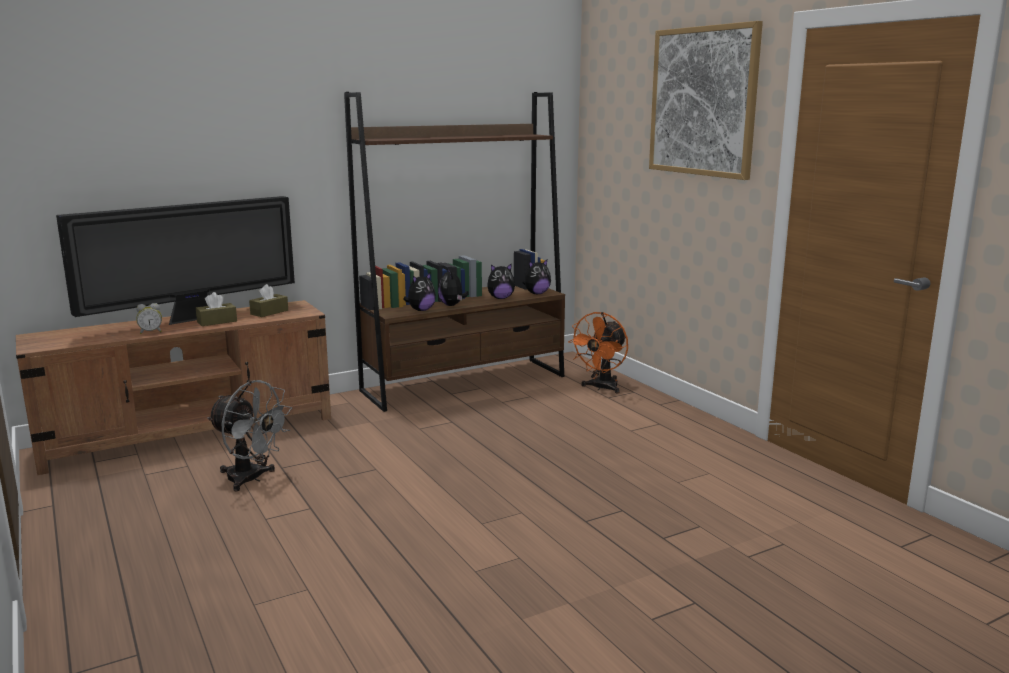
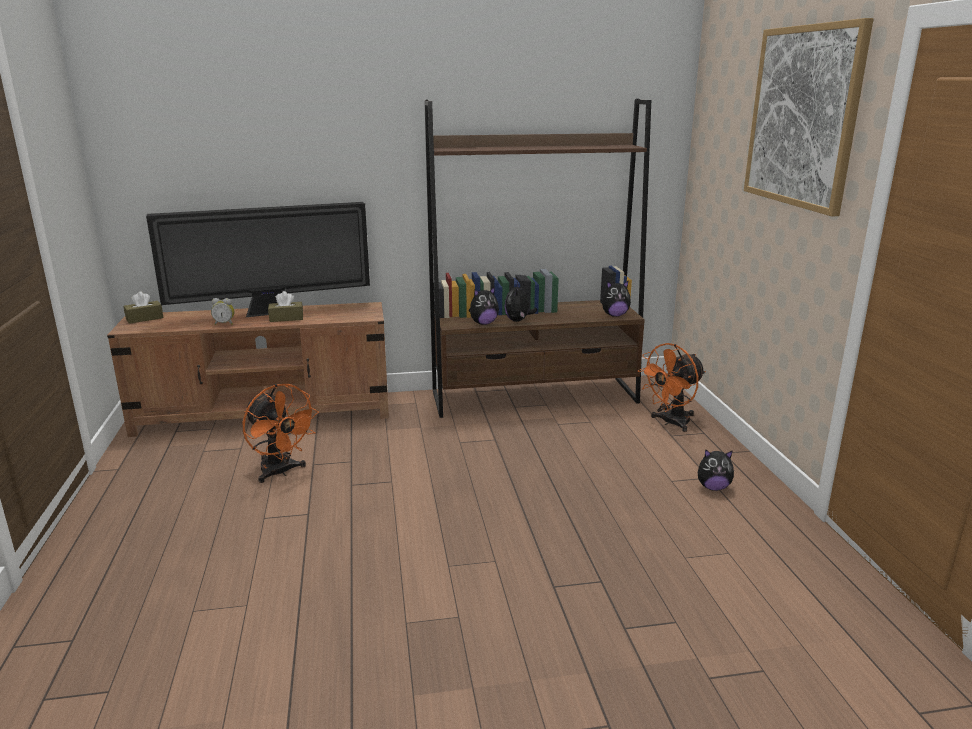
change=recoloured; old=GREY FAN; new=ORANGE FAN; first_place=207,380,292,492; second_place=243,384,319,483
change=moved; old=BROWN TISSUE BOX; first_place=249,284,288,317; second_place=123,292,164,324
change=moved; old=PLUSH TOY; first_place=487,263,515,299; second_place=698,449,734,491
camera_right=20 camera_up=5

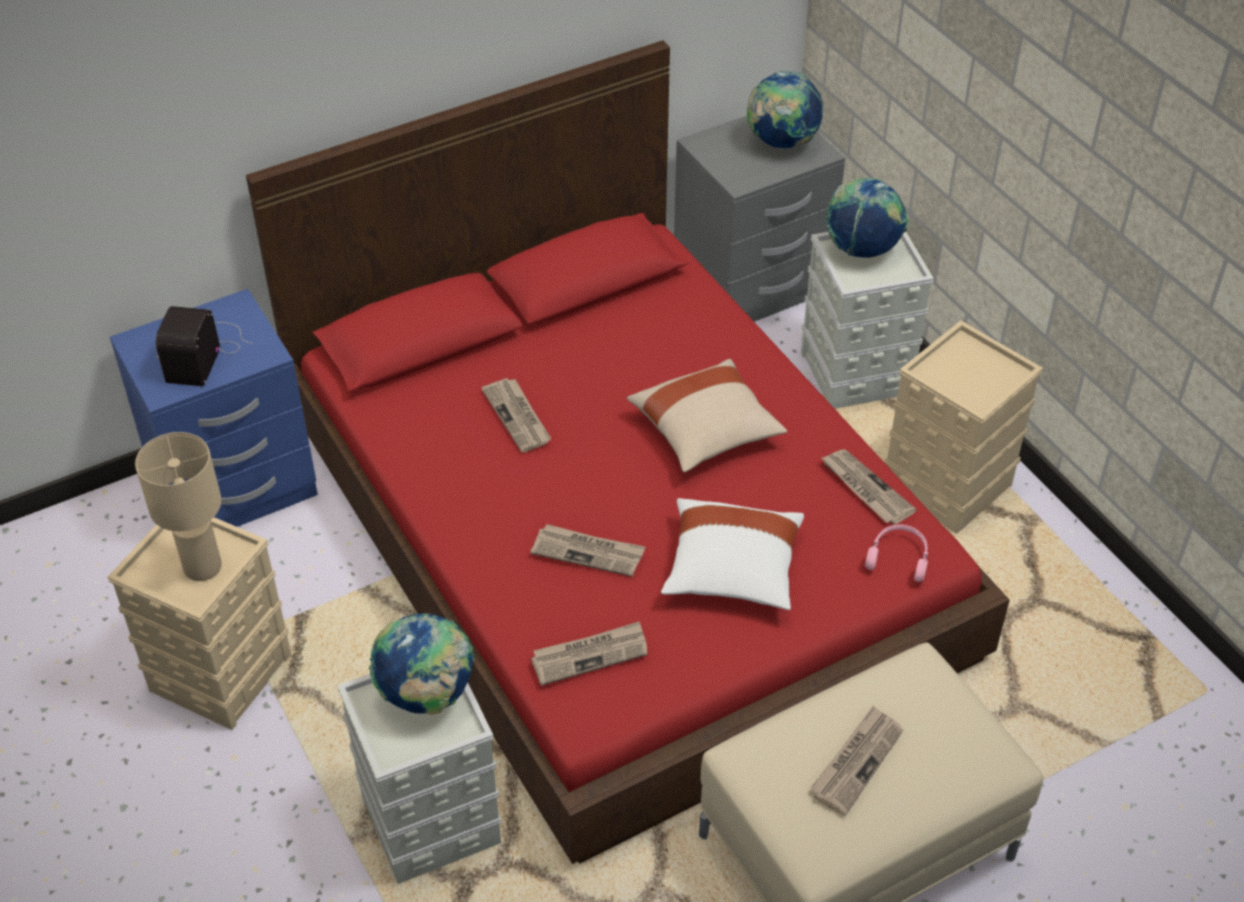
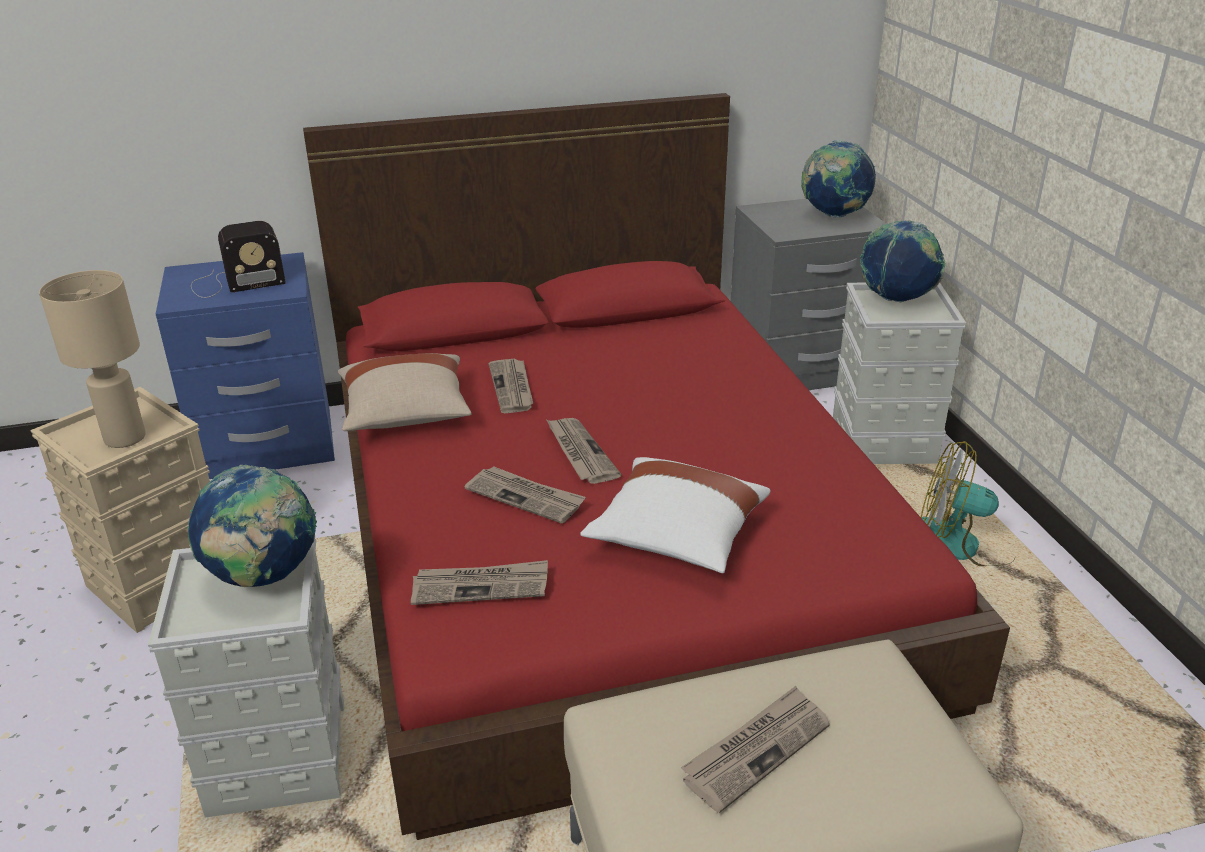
change=turned; old=RADIO; first_place=156,306,254,387; second_place=191,221,286,298; degrees=-135
change=moved; old=BEIGE PILLOW; first_place=627,359,787,472; second_place=338,353,472,431
change=moved; old=NEWSPAPER; first_place=822,449,917,525; second_place=547,418,621,484
change=removed; old=PINK HEADPHONES; first_place=865,525,928,582
change=replaced; old=BEIGE STORAGE BOX; new=FAN; first_place=885,321,1043,534; second_place=921,441,1012,566
camera_right=15 camera_up=-15

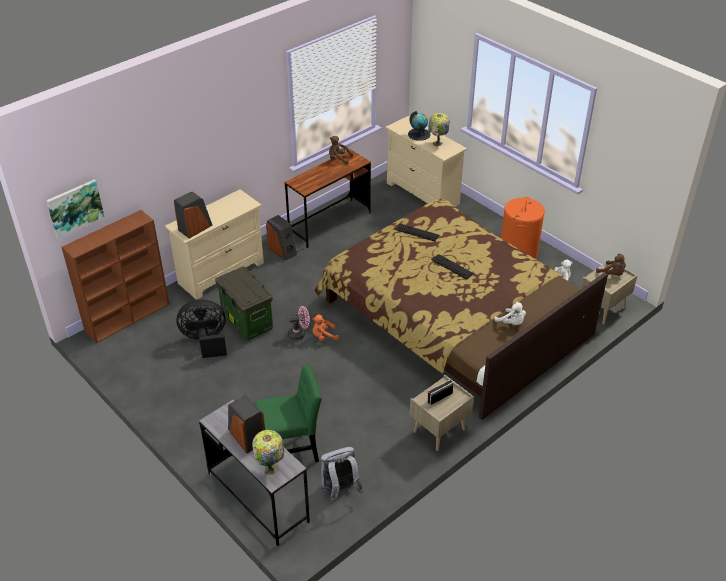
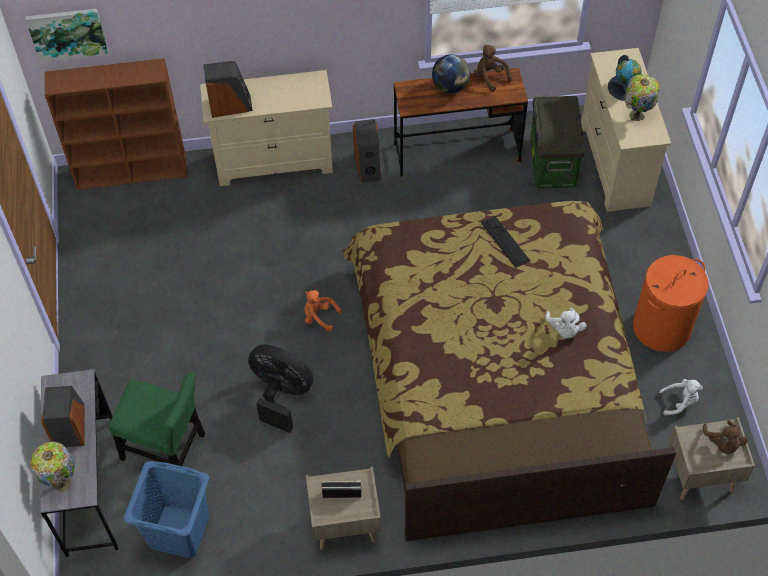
change=moved; old=BLACK FAN; first_place=176,300,227,358; second_place=248,345,313,433
change=moved; old=STORAGE BOX; first_place=215,267,273,340; second_place=530,96,585,188
change=removed; old=PINK FAN; first_place=288,306,310,340
change=replaced; old=GREY BACKPACK; new=BLUE LAUNDRY BASKET; first_place=321,447,363,502; second_place=124,461,209,558
change=removed; old=KEYBOARD; first_place=431,254,474,280
change=moved; old=WHITE PLUSH TOY; first_place=494,302,526,325; second_place=545,308,587,339
change=added; new=GLOBE; second_place=432,54,470,93
camera_right=35 camera_up=15

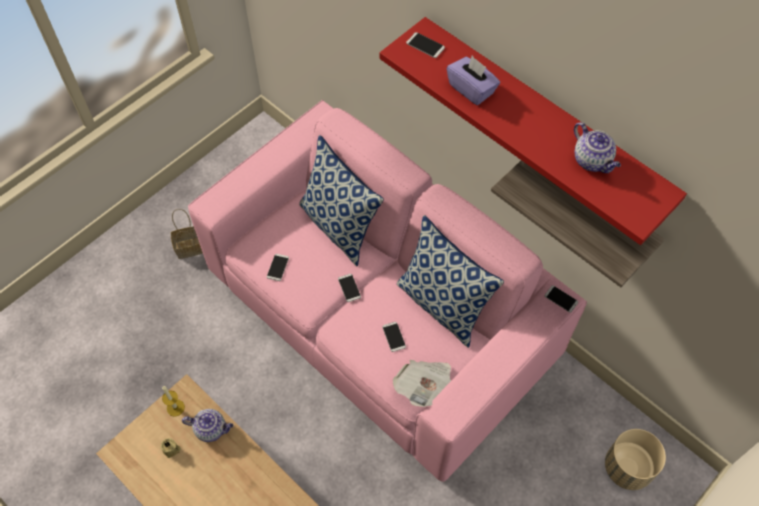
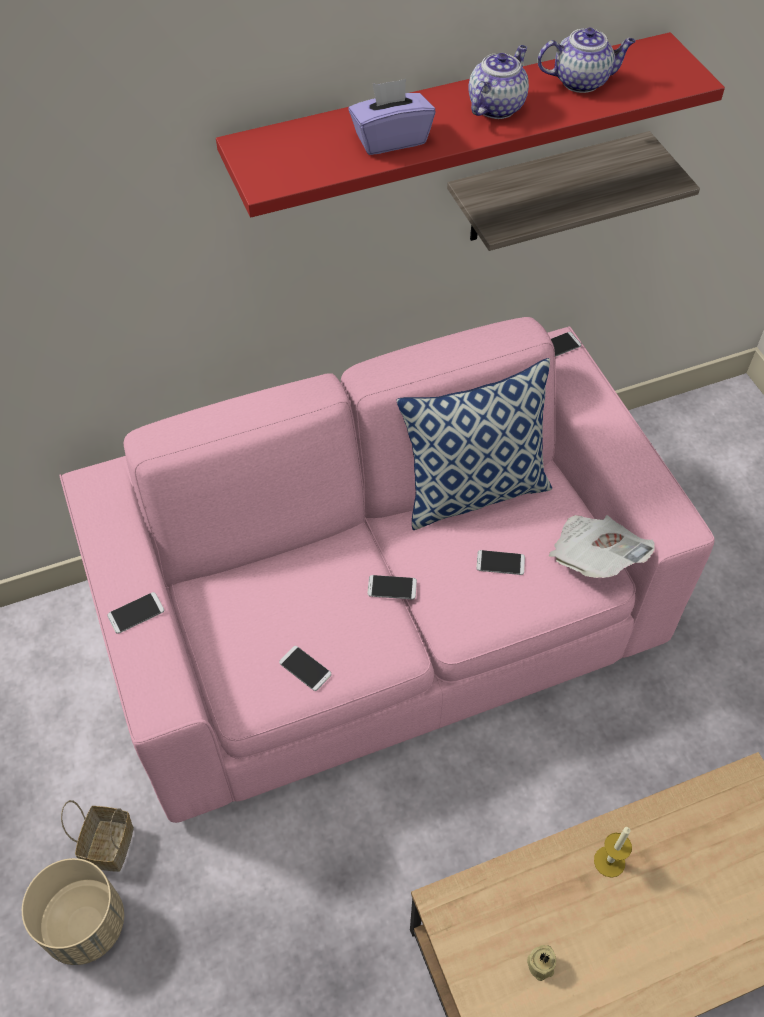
change=moved; old=CANDLE; first_place=162,386,185,417; second_place=594,827,632,878
change=moved; old=TEAPOT; first_place=182,409,234,442; second_place=468,45,529,119
change=removed; old=PILLOW; first_place=299,135,384,266
change=moved; old=PHONE; first_place=406,32,445,58; second_place=107,592,164,634
change=moved; old=BEIGE PLANTER; first_place=605,429,666,490; second_place=22,858,124,965
camera_right=-65 camera_up=-5

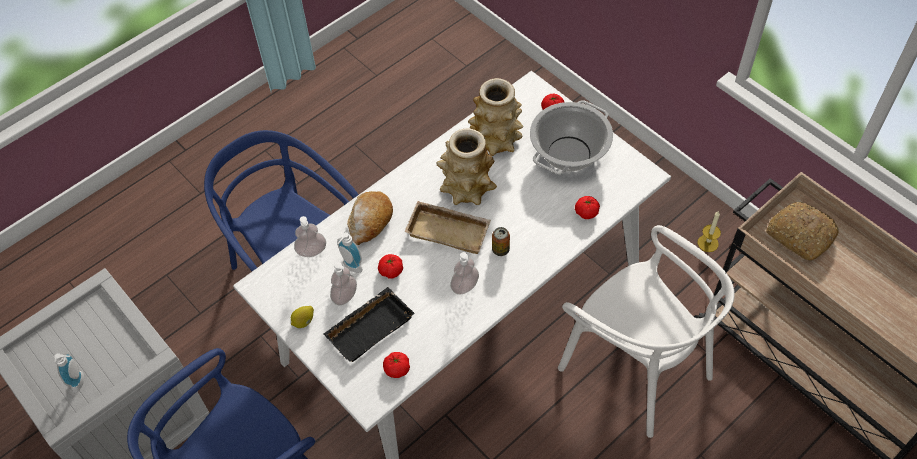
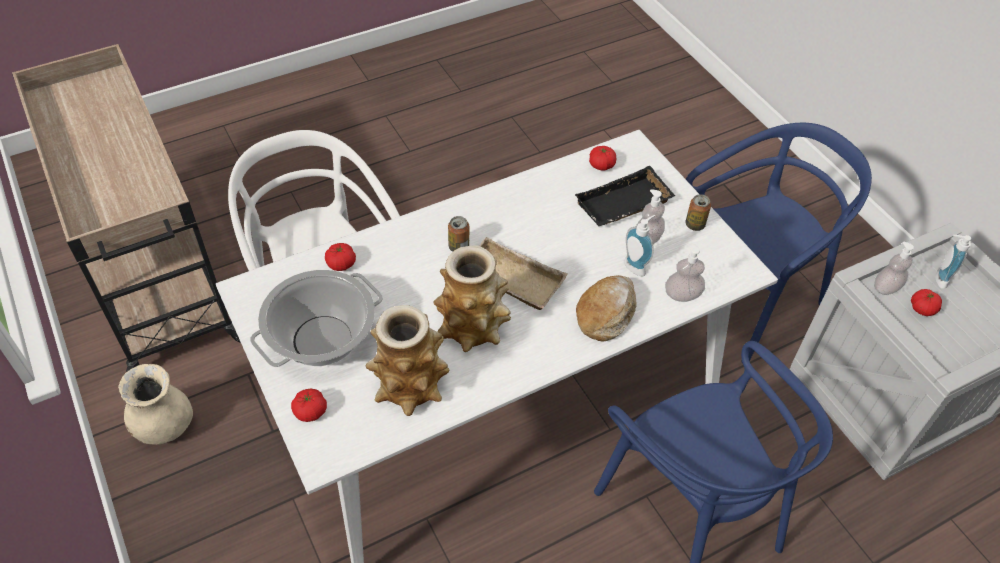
change=replaced; old=LEMON; new=CAN; first_place=291,306,314,328; second_place=686,194,711,231
change=moved; old=TOMATO; first_place=378,254,403,278; second_place=911,289,942,316
change=moved; old=SOAP DISPENSER; first_place=450,252,479,295; second_place=874,242,914,295
change=replaced; old=CANDLE; new=BEIGE VASE; first_place=697,211,721,252; second_place=118,364,193,445
change=removed; old=BREAD; first_place=766,202,839,260
camera_right=-170 camera_up=-5

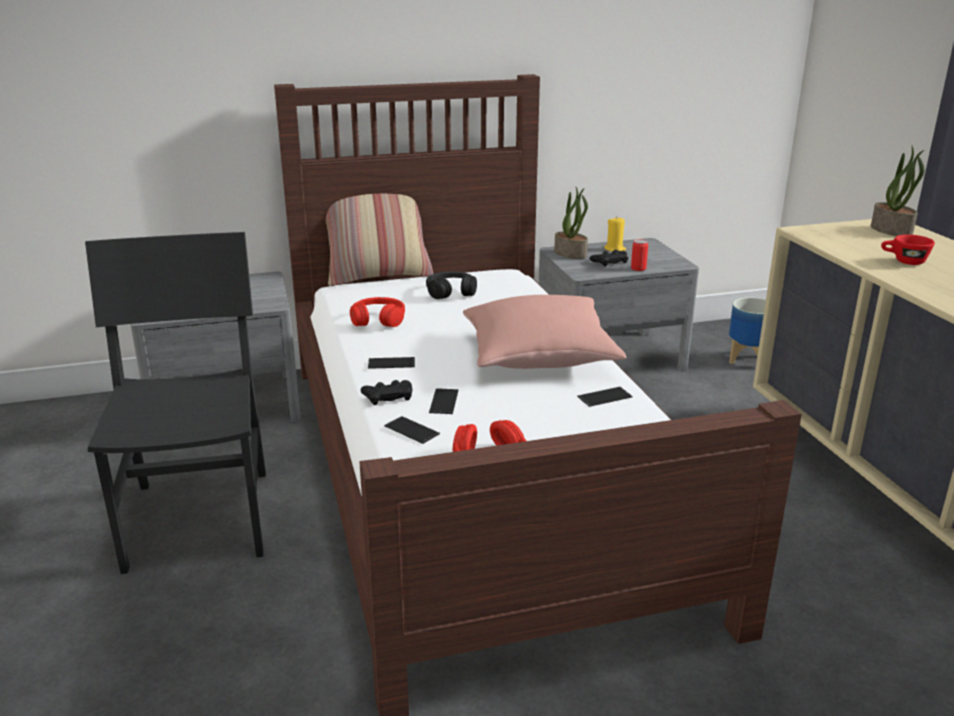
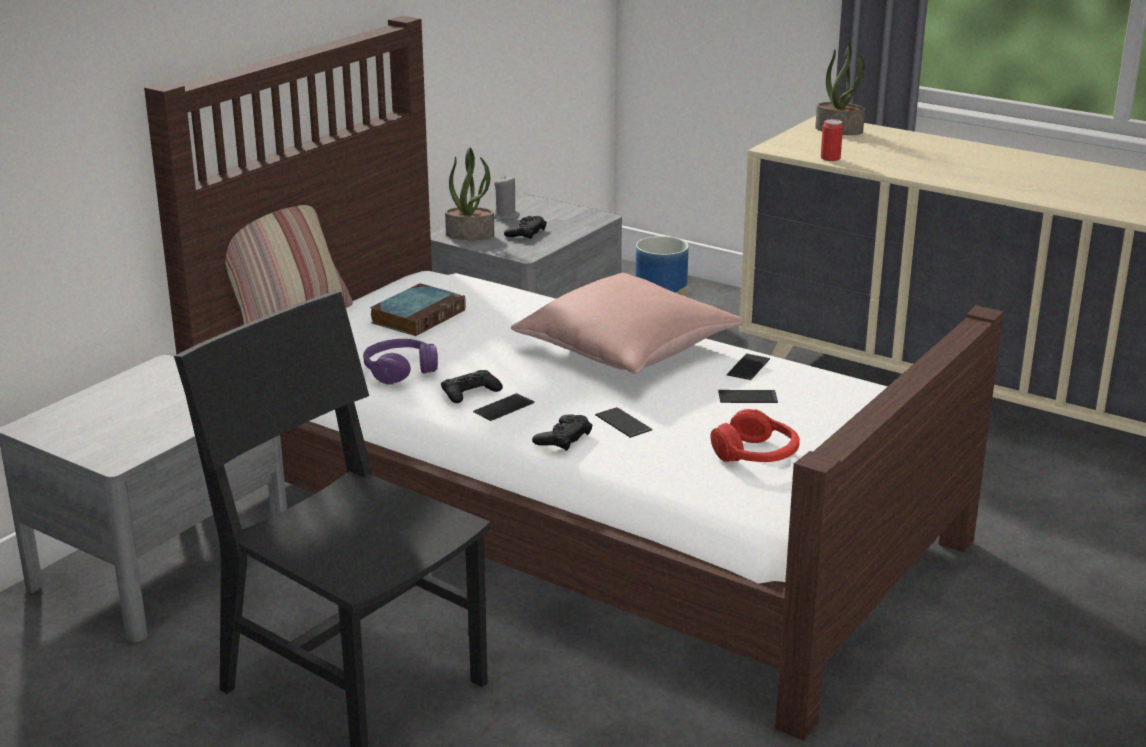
change=recoloured; old=RED HEADPHONES; new=PURPLE HEADPHONES; first_place=350,297,405,327; second_place=363,339,438,385
change=moved; old=PHONE; first_place=384,416,440,444; second_place=718,390,778,403
change=replaced; old=BLACK HEADPHONES; new=BOOK; first_place=426,271,477,299; second_place=370,283,466,336
change=recoloured; old=YELLOW CANDLE; new=GREY CANDLE; first_place=604,217,626,251; second_place=494,175,520,220
change=moved; old=CAN; first_place=631,239,648,271; second_place=821,119,843,161
change=removed; old=RED CUP; first_place=881,234,935,265
change=added; new=BLACK GAME CONTROLLER; second_place=441,370,503,403
camera_right=-40 camera_up=0

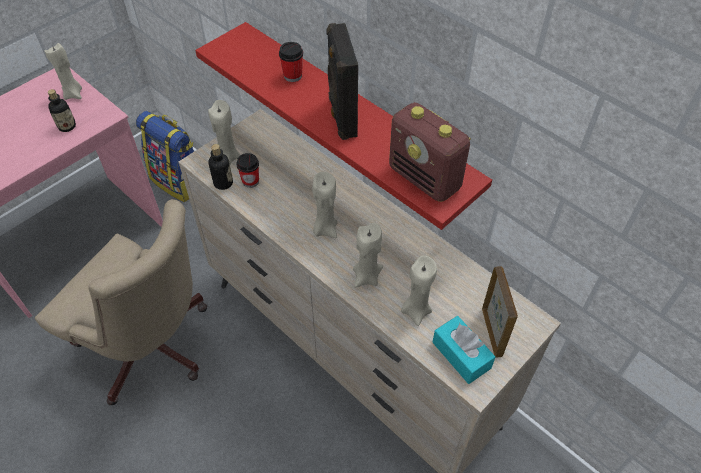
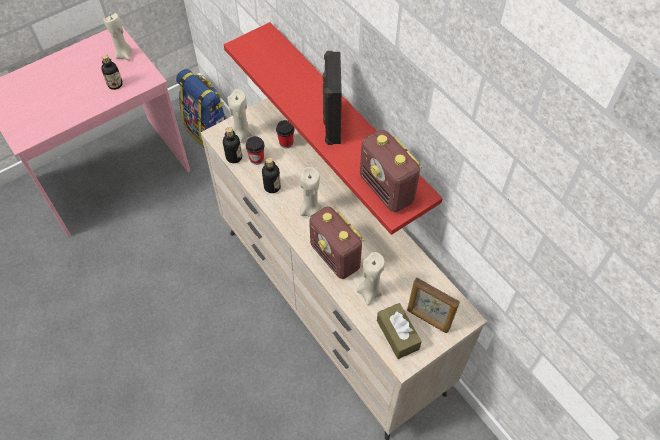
change=removed; old=BEIGE OFFICE CHAIR; first_place=35,199,207,405
change=moved; old=CUP; first_place=279,42,303,82; second_place=276,120,295,148
change=replaced; old=BEIGE CANDLE; new=RADIO; first_place=353,223,383,287; second_place=309,207,364,279
change=recoloured; old=TURQUOISE TISSUE BOX; new=BROWN TISSUE BOX; first_place=432,316,496,384; second_place=377,303,422,359
change=turned; old=PICTURE FRAME; first_place=482,266,518,358; second_place=407,277,460,333; degrees=120
change=added; new=BOTTLE; second_place=262,157,281,193
camera_right=10 camera_up=5

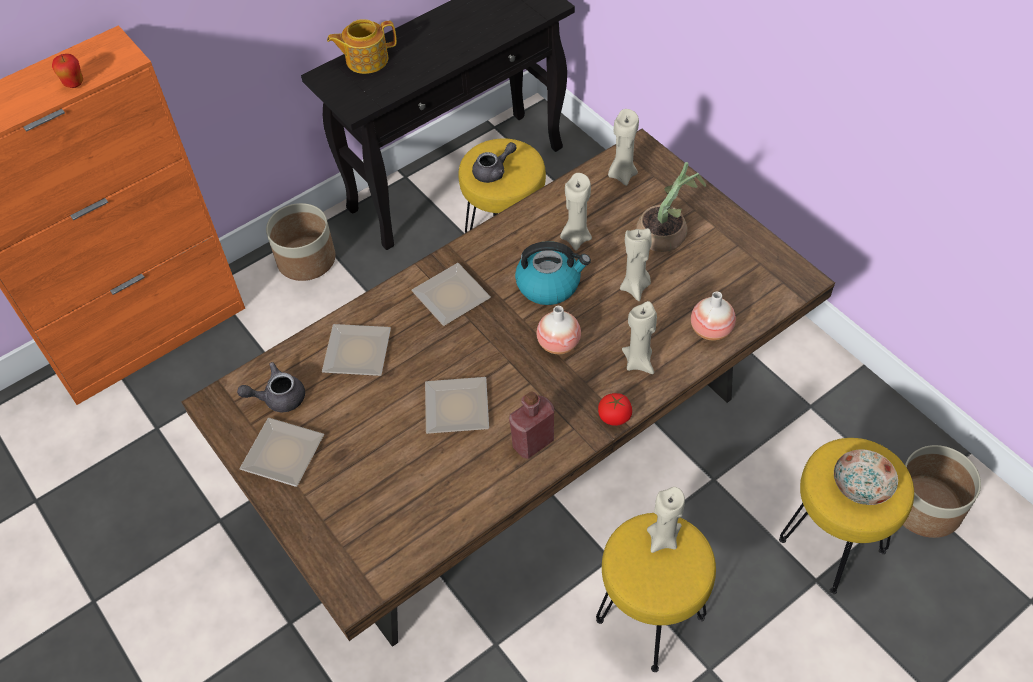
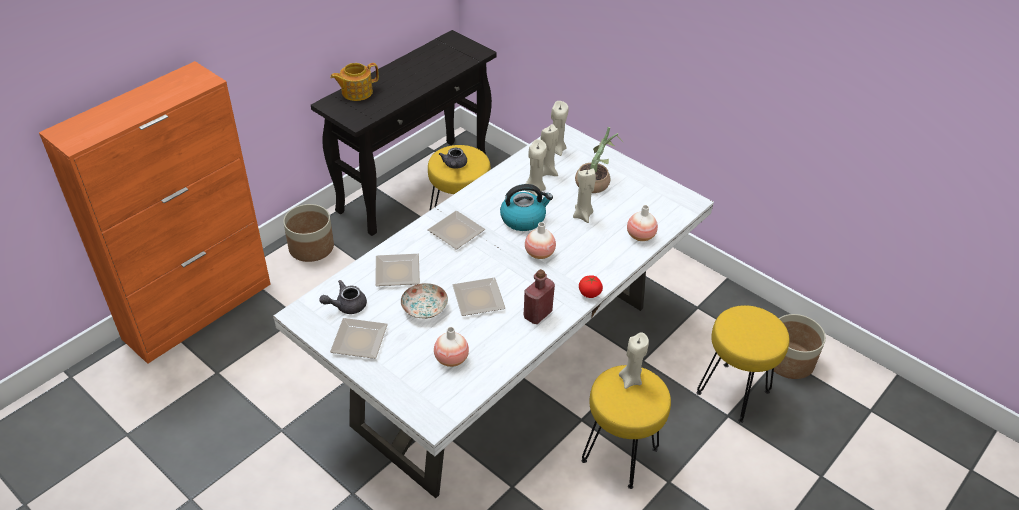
change=removed; old=APPLE; first_place=52,54,83,88
change=recoloured; old=BROWN DINING TABLE; new=WHITE DINING TABLE; first_place=181,129,835,647; second_place=273,124,714,498
change=turned; old=GREY TEAPOT; first_place=472,142,517,183; second_place=439,148,467,169; degrees=135
change=moved; old=BEIGE CANDLE; first_place=622,301,657,374; second_place=541,124,559,176
change=moved; old=PLATE; first_place=834,449,898,505; second_place=401,283,448,319
change=added; new=VASE; second_place=434,327,469,367
camera_right=-15 camera_up=-10

